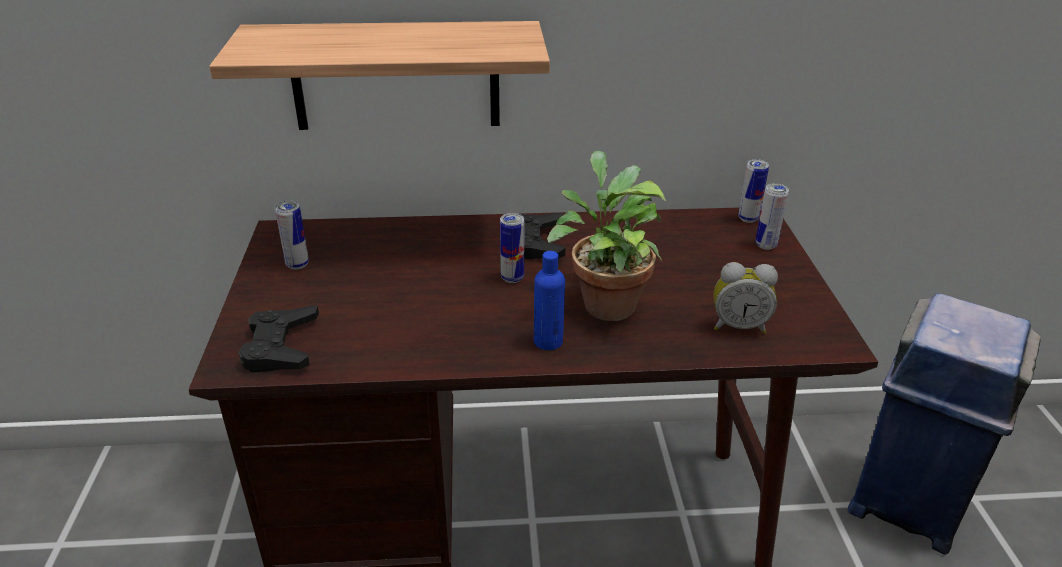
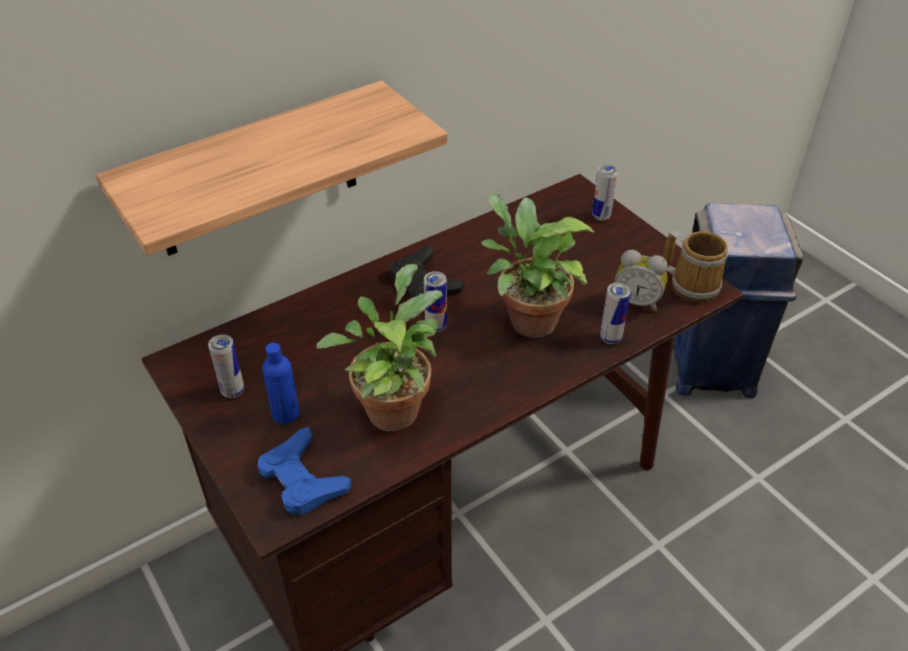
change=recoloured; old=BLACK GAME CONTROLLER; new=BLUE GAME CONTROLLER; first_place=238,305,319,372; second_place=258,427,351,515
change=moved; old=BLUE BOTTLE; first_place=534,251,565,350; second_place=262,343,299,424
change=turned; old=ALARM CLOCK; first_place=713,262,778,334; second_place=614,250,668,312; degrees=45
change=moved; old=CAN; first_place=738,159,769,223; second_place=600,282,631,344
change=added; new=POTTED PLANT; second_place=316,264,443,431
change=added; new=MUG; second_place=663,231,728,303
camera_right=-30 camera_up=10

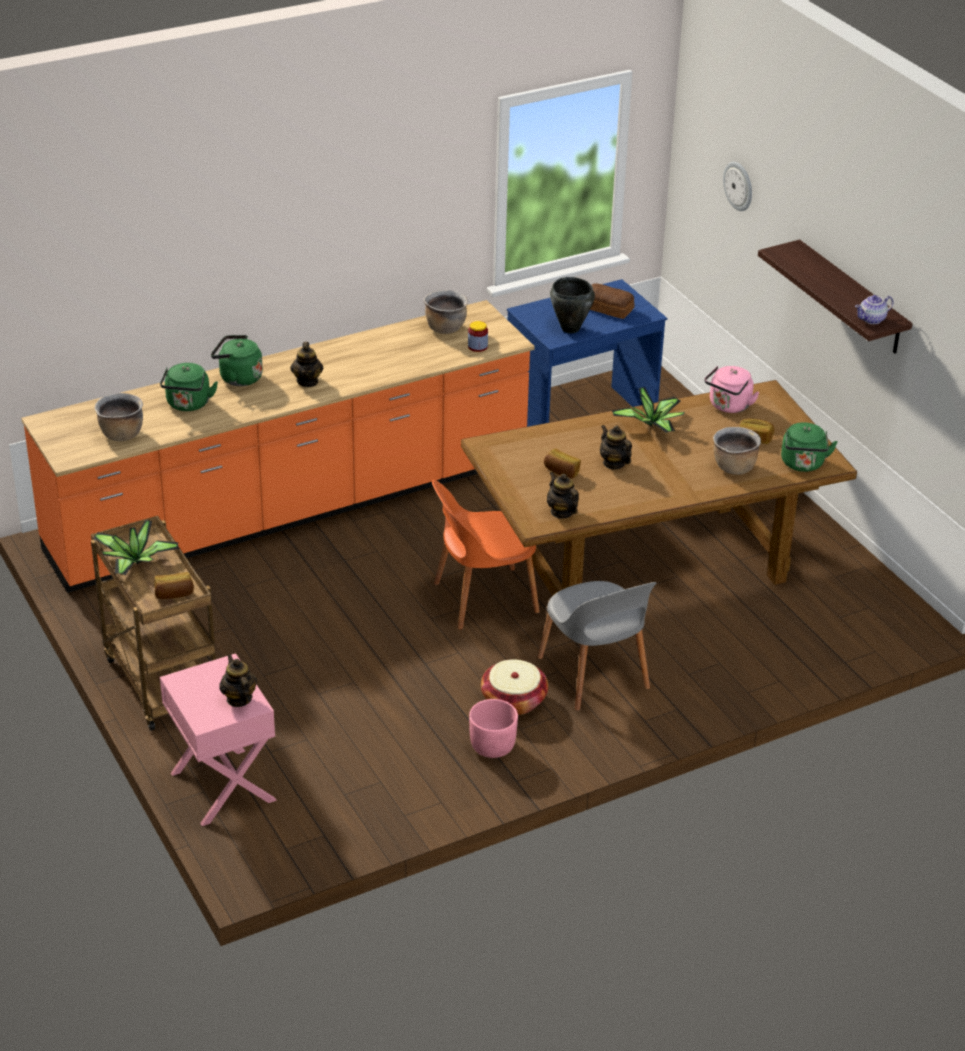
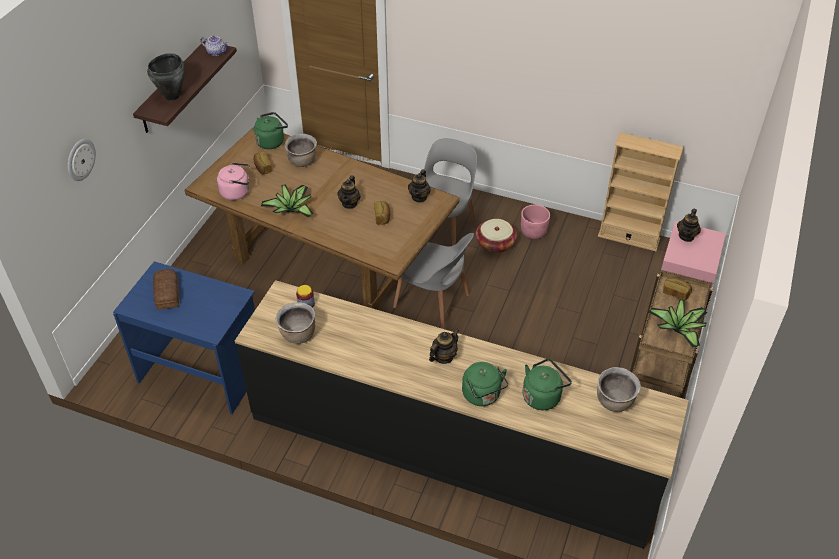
change=recoloured; old=ORANGE COUNTER; new=BLACK COUNTER; first_place=21,300,535,593; second_place=235,280,689,549
change=recoloured; old=ORANGE CHAIR; new=GREY CHAIR; first_place=432,480,540,630; second_place=393,233,474,329
change=moved; old=BLACK COOKING POT; first_place=550,277,595,333; second_place=147,53,185,101
change=added; new=BEIGE BOOKCASE; second_place=598,132,684,251
camera_right=-130 camera_up=10

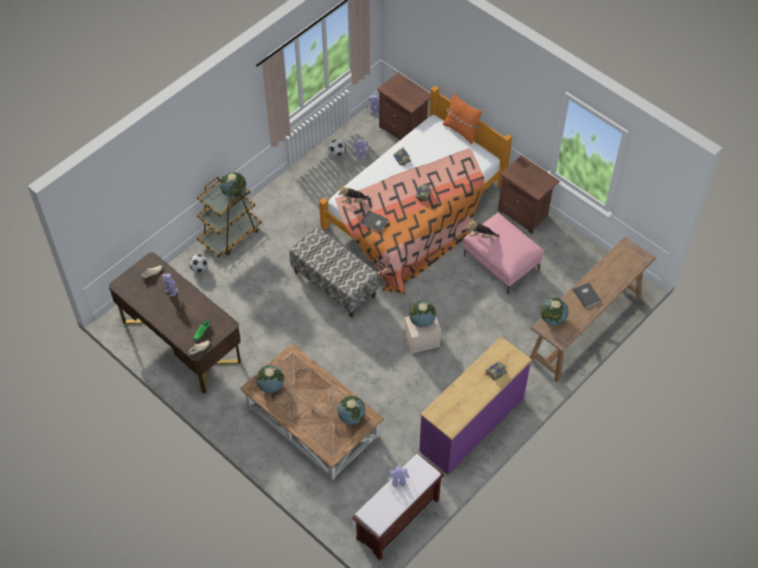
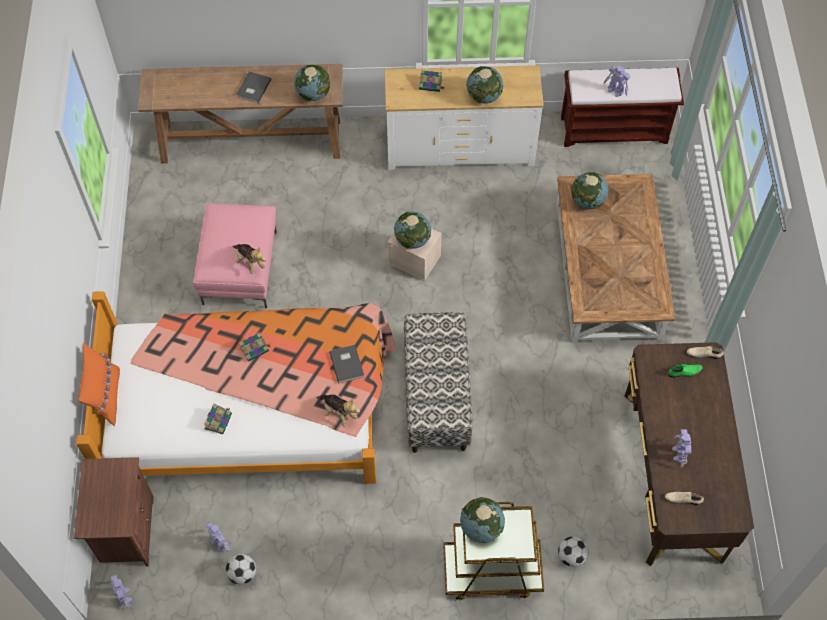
change=moved; old=GLOBE; first_place=256,365,284,393; second_place=467,66,503,104
change=recoloured; old=PURPLE DRESSER; new=WHITE DRESSER; first_place=419,337,532,474; second_place=385,65,544,170
change=removed; old=BROWN NIGHTSTAND; first_place=498,155,560,234
camera_right=-135 camera_up=5

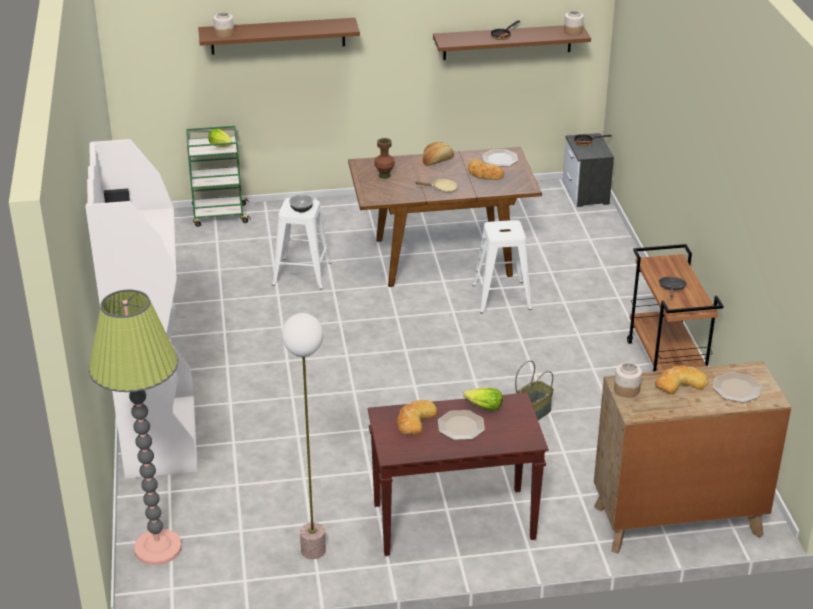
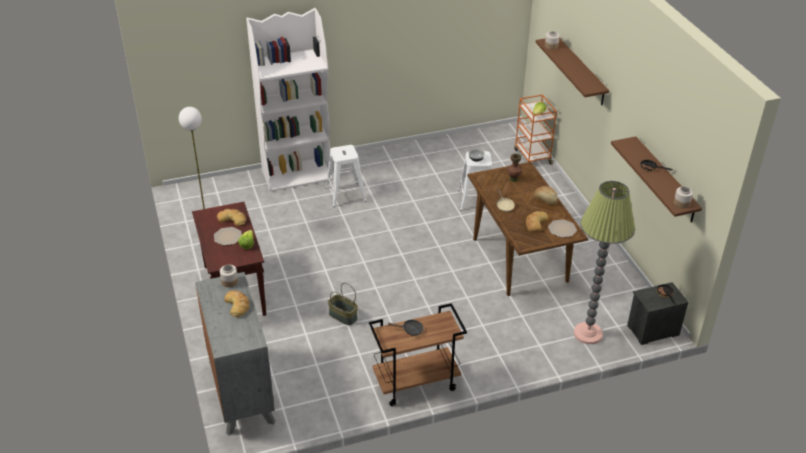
change=moved; old=FLOOR LAMP; first_place=88,289,182,565; second_place=574,181,635,344
change=recoloured; old=GREEN CART; new=ORANGE CART; first_place=186,126,251,227; second_place=514,94,557,164
change=moved; old=WHITE STOOL; first_place=472,220,532,313; second_place=326,145,366,207
change=recoloured; old=BROWN DRESSER; new=GREY DRESSER; first_place=594,361,791,554; second_place=195,272,275,436
change=removed; old=PLATE; first_place=712,372,762,403
camera_right=80 camera_up=5

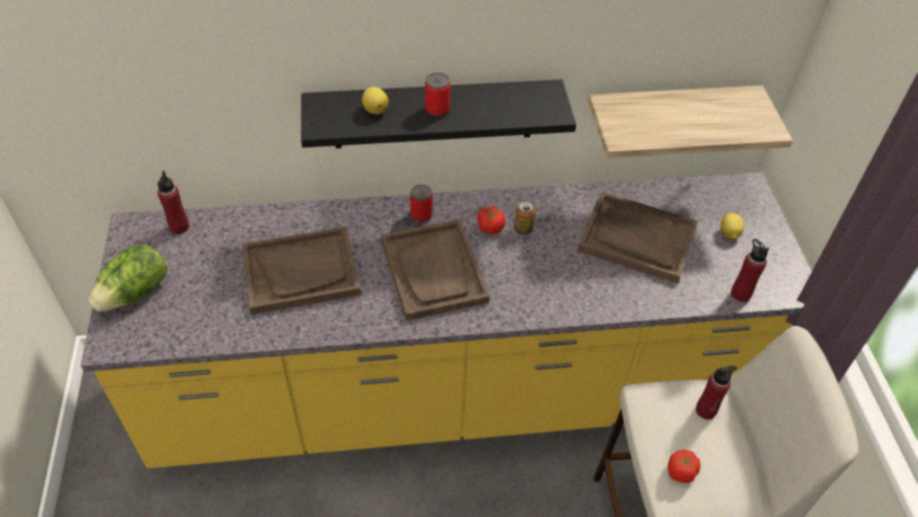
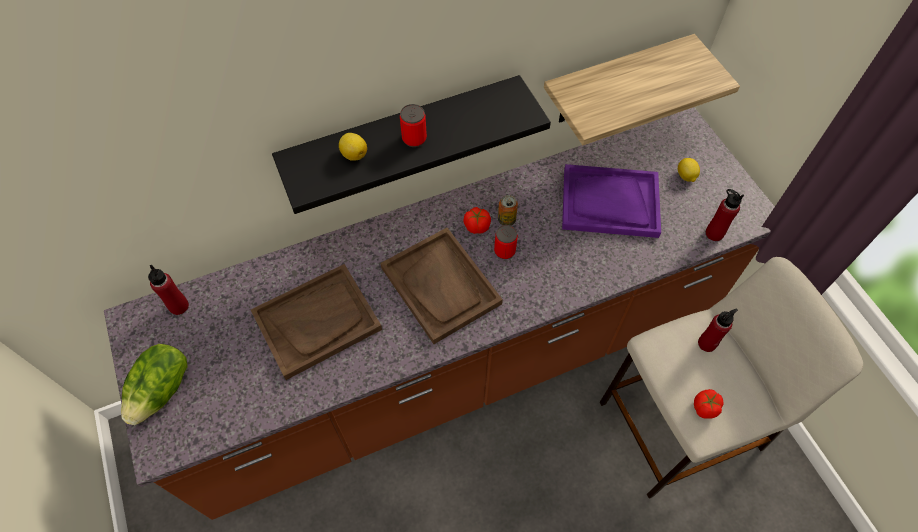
change=recoloured; old=YELLOW COUNTER; new=BROWN COUNTER; first_place=81,172,812,469; second_place=104,107,775,520
change=moved; old=CAN; first_place=410,185,433,222; second_place=494,225,518,259
change=recoloured; old=BROWN TRAY; new=PURPLE TRAY; first_place=577,192,698,283; second_place=562,164,661,238
camera_right=-15 camera_up=10

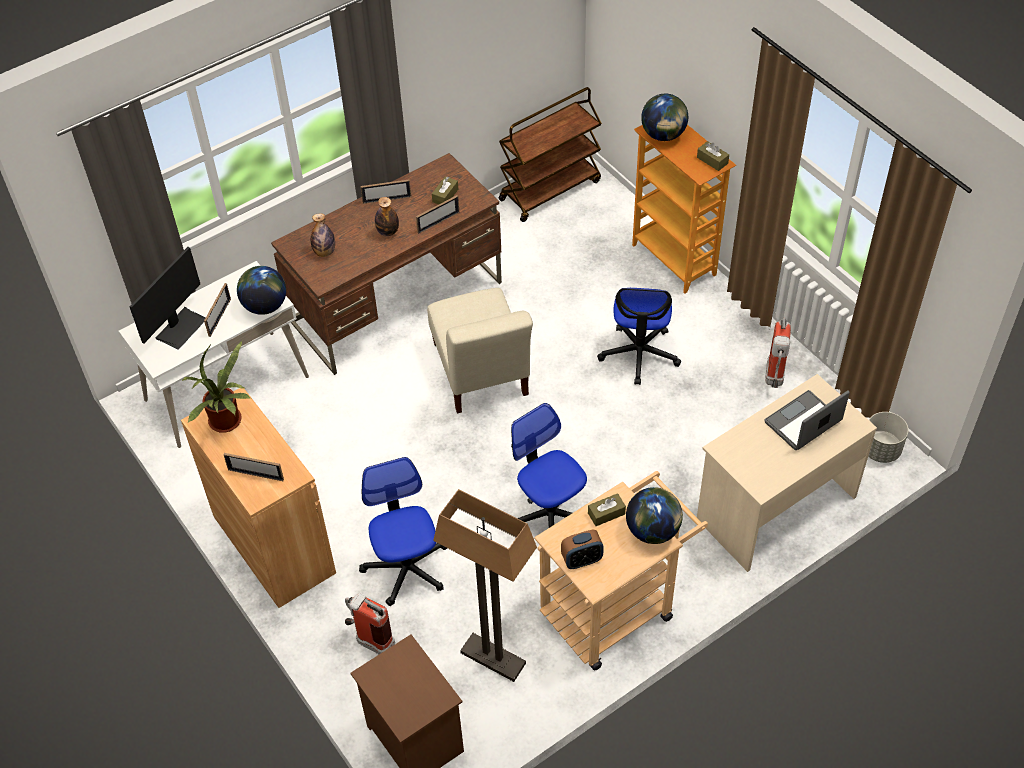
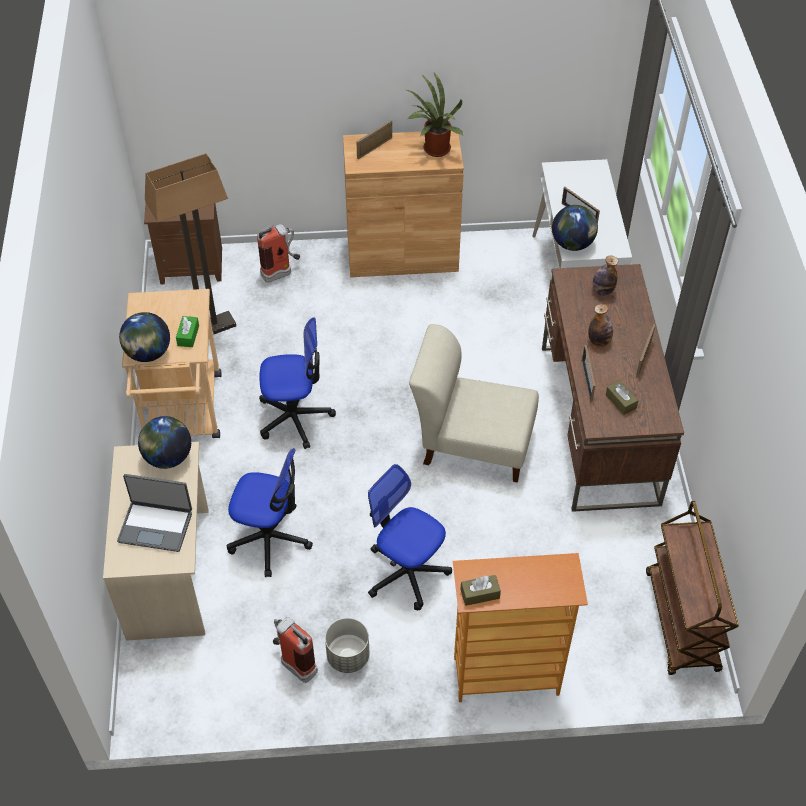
change=removed; old=MONITOR; first_place=129,247,206,350
change=moved; old=OFFICE CHAIR; first_place=359,457,447,606; second_place=227,448,313,577
change=removed; old=ALARM CLOCK; first_place=561,530,604,569
change=recoloured; old=BROWN TISSUE BOX; new=GREEN TISSUE BOX; first_place=588,493,626,526; second_place=176,316,199,347
change=moved; old=GLOBE; first_place=641,94,688,141; second_place=138,416,191,469
change=turned; old=LAPTOP; first_place=764,390,850,450; second_place=117,474,192,552; degrees=105
change=moved; old=GREY PLANTER; first_place=868,412,908,463; second_place=325,618,370,673
camera_right=120 camera_up=0

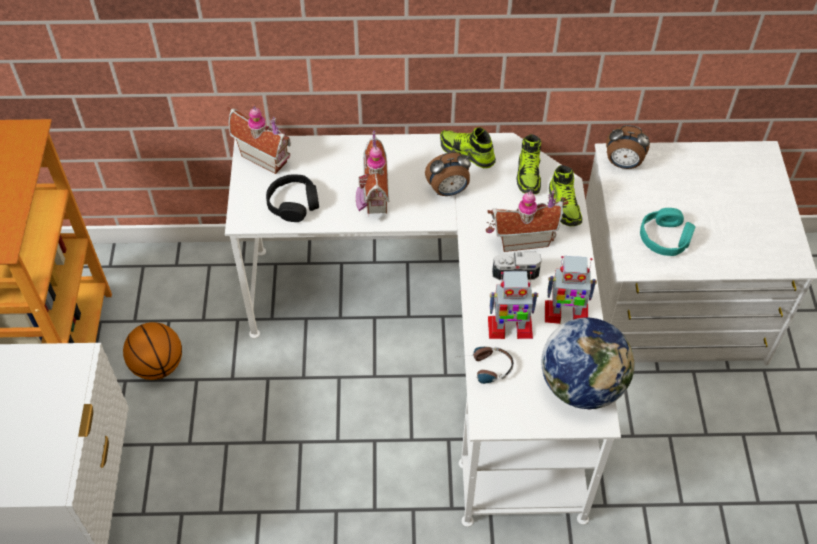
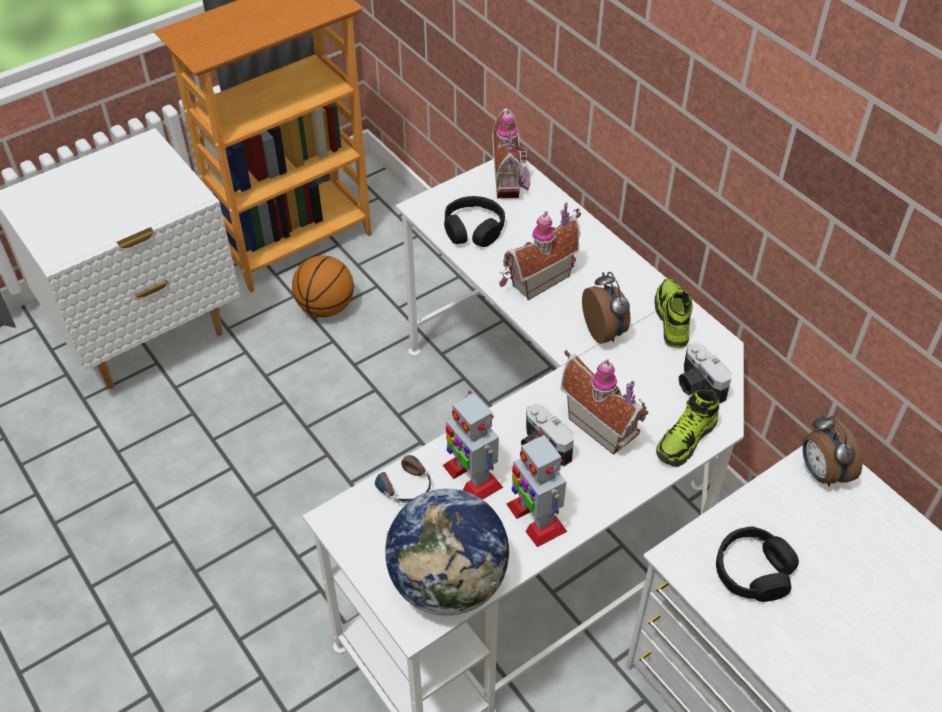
change=turned; old=ALARM CLOCK; first_place=425,151,471,196; second_place=582,272,630,344; degrees=-150
change=replaced; old=SHOE; new=PHOTO CAMERA; first_place=516,134,541,194; second_place=678,342,731,404
change=recoloured; old=TURQUOISE HEADPHONES; new=BLACK HEADPHONES; first_place=640,208,696,256; second_place=716,527,799,602
camera_right=55 camera_up=-5

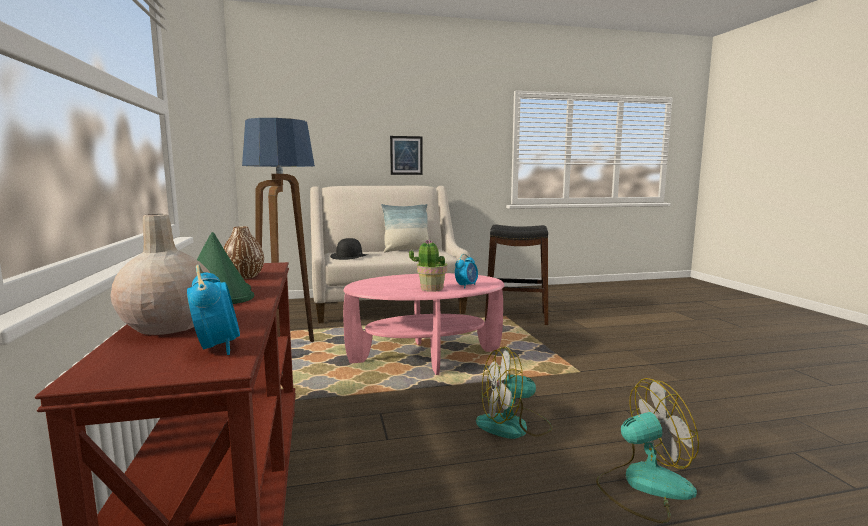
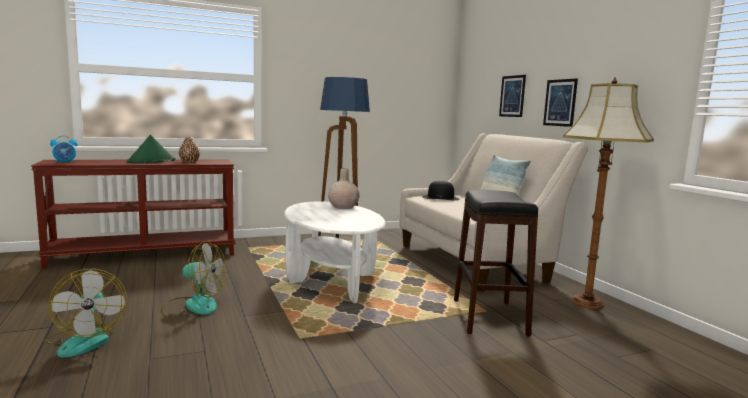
change=moved; old=BEIGE VASE; first_place=110,214,210,335; second_place=328,168,360,209
change=recoloured; old=PINK COFFEE TABLE; new=WHITE COFFEE TABLE; first_place=343,273,504,375; second_place=284,201,386,303
change=removed; old=POTTED PLANT; first_place=409,240,447,292
change=removed; old=ALARM CLOCK; first_place=455,254,478,289
change=turned; old=FAN; first_place=476,346,553,439; second_place=161,241,226,318; degrees=120
change=added; new=PICTURE; second_place=499,75,526,117
change=added; new=FLOOR LAMP; second_place=563,77,654,309
camera_right=80 camera_up=0

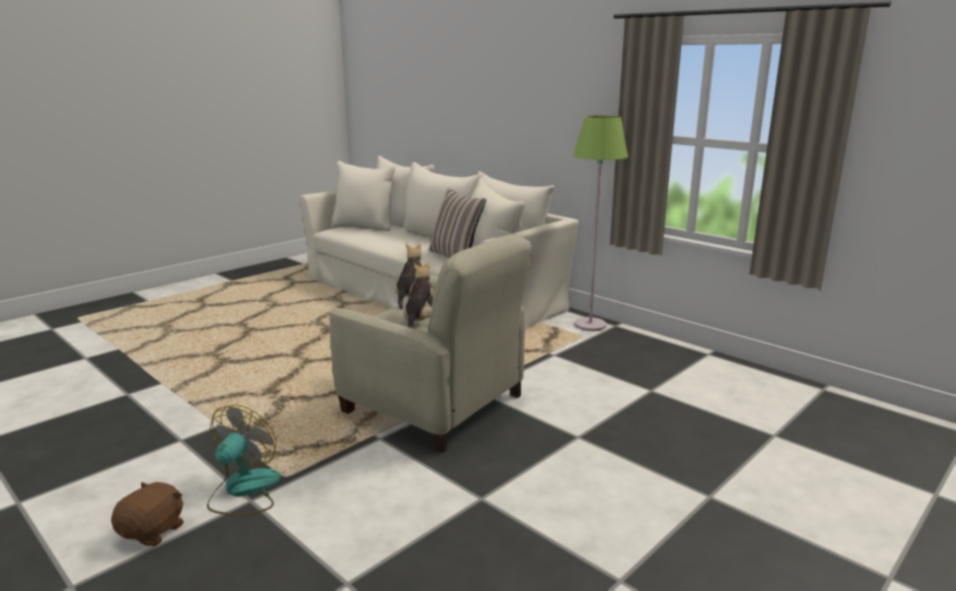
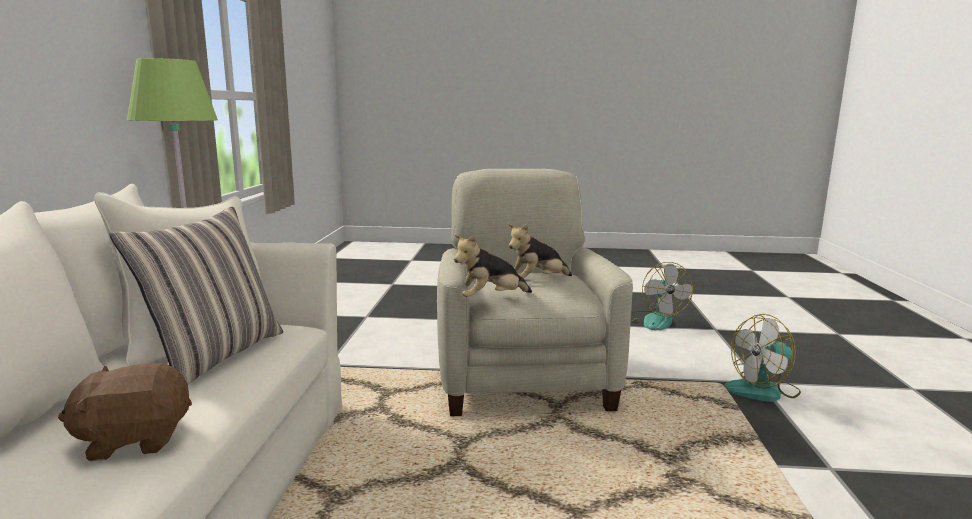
change=moved; old=BROWN PLUSH TOY; first_place=111,482,184,546; second_place=58,363,192,461
change=added; new=FAN; second_place=631,262,693,330
camera_right=-130 camera_up=-5

